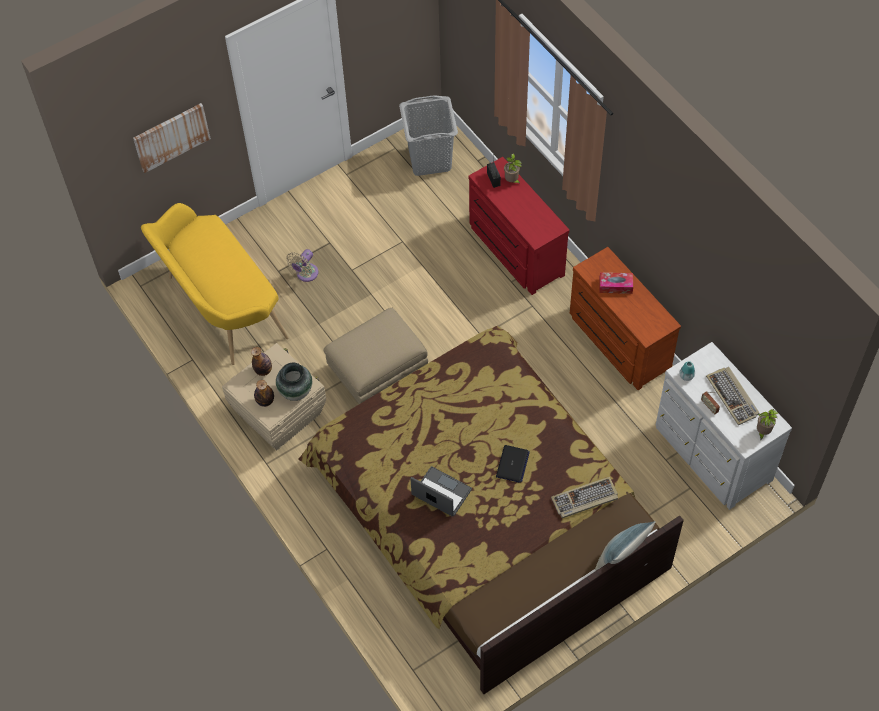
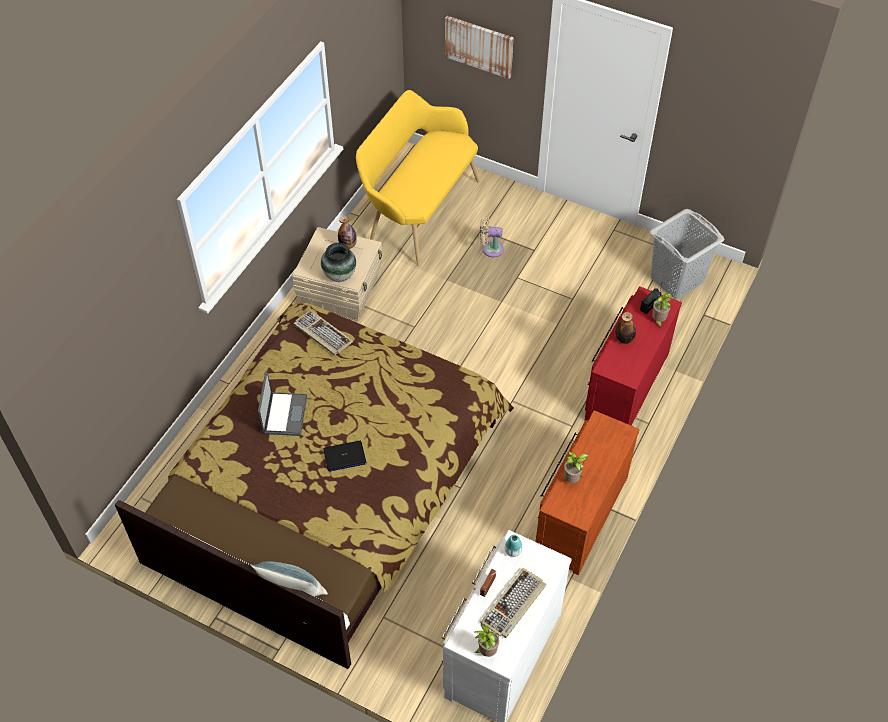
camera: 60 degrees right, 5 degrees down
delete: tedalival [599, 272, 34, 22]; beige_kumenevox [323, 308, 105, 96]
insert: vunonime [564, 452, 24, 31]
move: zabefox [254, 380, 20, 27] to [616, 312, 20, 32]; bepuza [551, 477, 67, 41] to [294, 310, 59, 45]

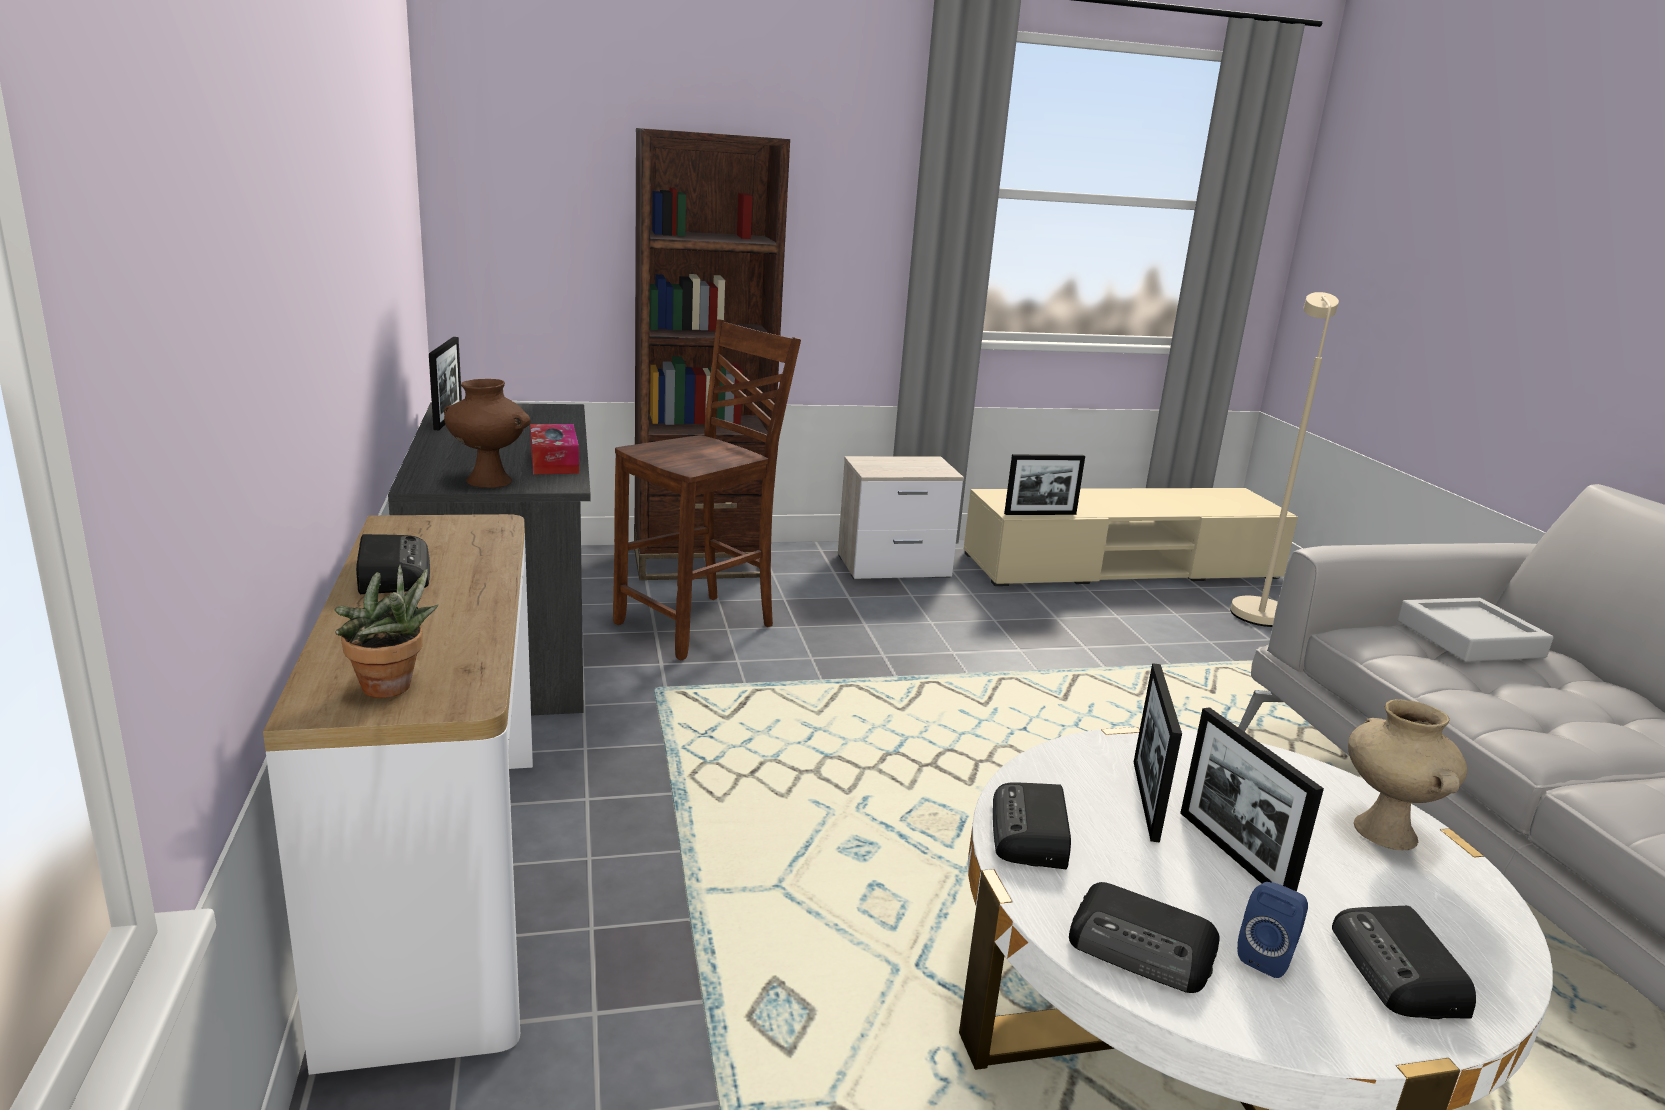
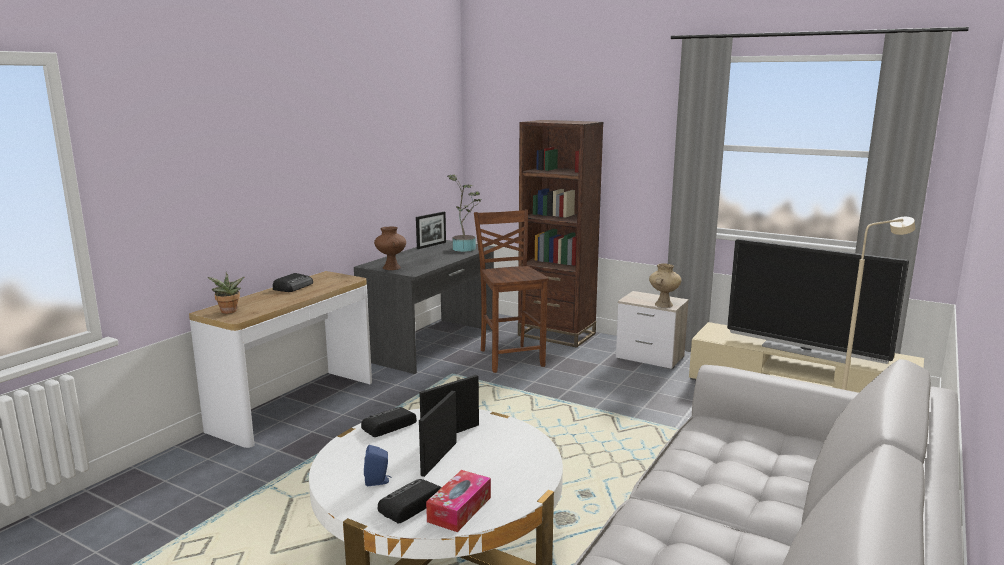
camera: 45 degrees right, 5 degrees down
delete: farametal [1004, 454, 81, 61]; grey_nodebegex [1398, 598, 155, 64]; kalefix [1069, 882, 151, 111]
insert: vunonime [447, 175, 36, 77]; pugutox [727, 239, 182, 125]
move: tedalival [530, 424, 49, 50] to [426, 470, 65, 62]; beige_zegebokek [1348, 699, 119, 151] to [649, 263, 32, 45]
rotate: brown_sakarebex [613, 319, 188, 341] = [474, 209, 75, 164] 105 degrees counterclockwise

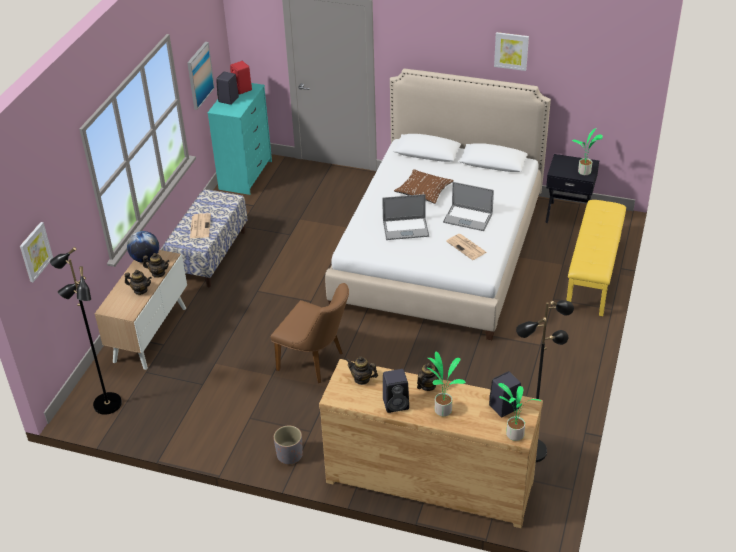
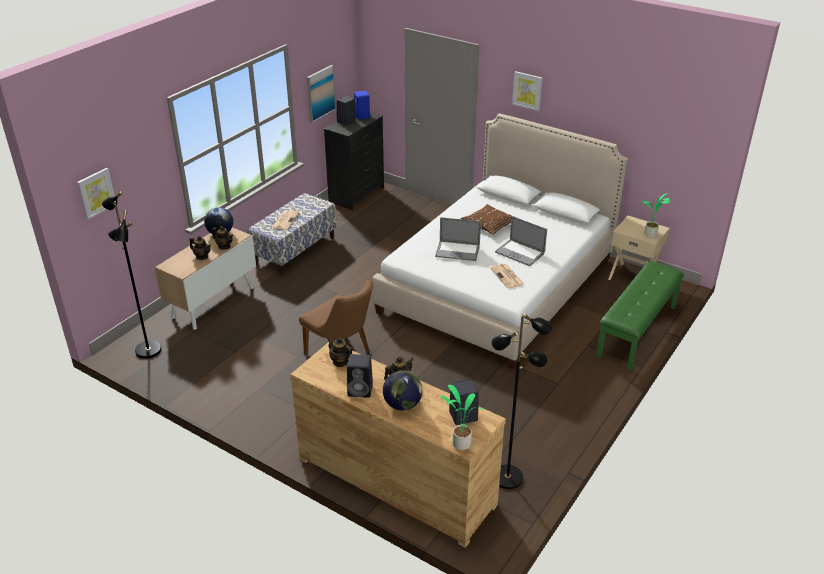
camera: 15 degrees right, 5 degrees down
delete: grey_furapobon [274, 425, 29, 40]
move: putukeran [494, 32, 35, 39] to [512, 71, 31, 40]
replace: vunonime [428, 352, 38, 64] to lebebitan [383, 370, 40, 41]
recolor: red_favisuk [230, 61, 22, 33] to blue_favisuk [354, 91, 16, 28]; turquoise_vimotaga [207, 83, 65, 112] to black_vimotaga [324, 112, 60, 98]; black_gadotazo [545, 154, 54, 69] to beige_gadotazo [608, 216, 62, 64]; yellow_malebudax [566, 200, 60, 116] to green_malebudax [596, 262, 88, 109]

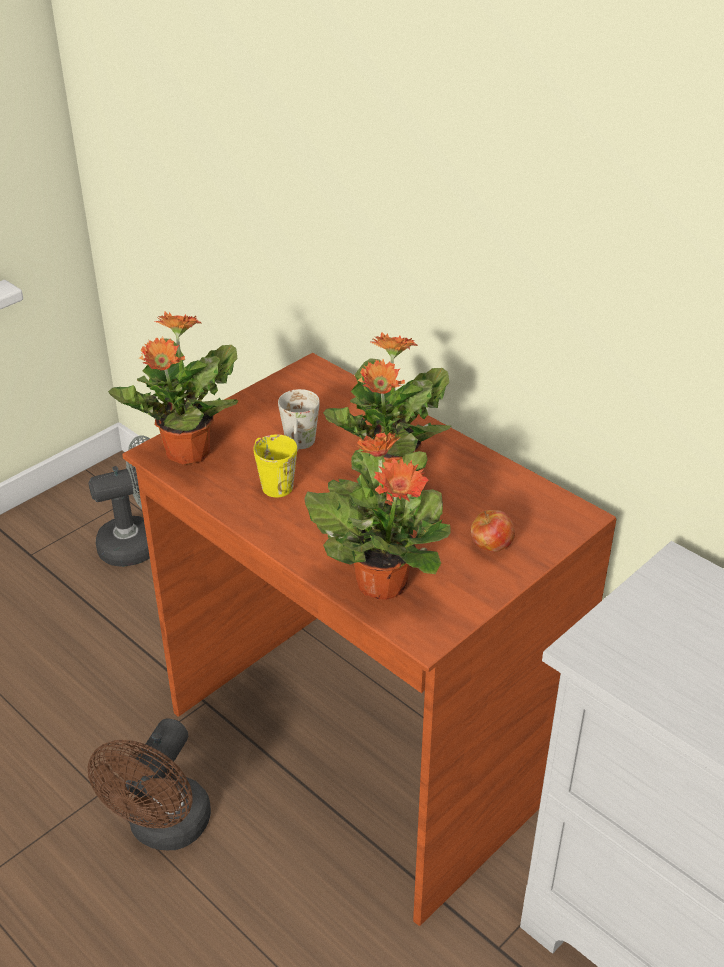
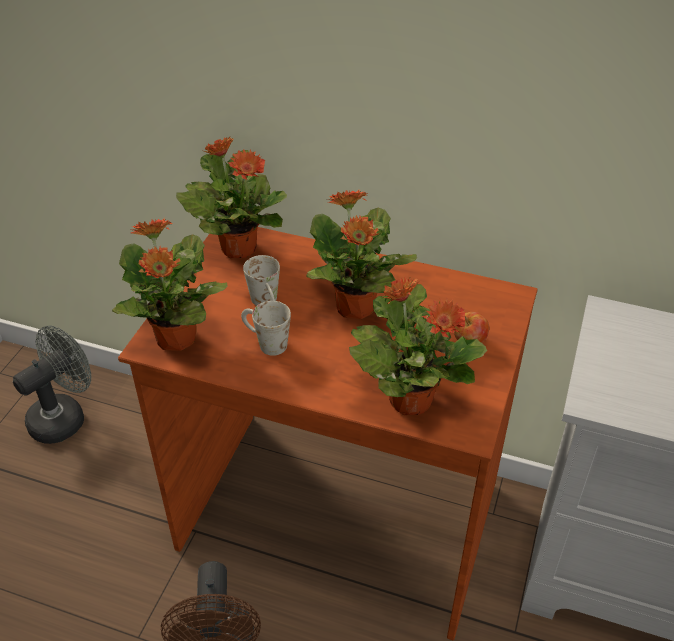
camera: 25 degrees left, 5 degrees up
insert: vunonime [176, 136, 111, 122]
recolor: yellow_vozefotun [253, 434, 44, 63] to white_vozefotun [241, 301, 50, 55]

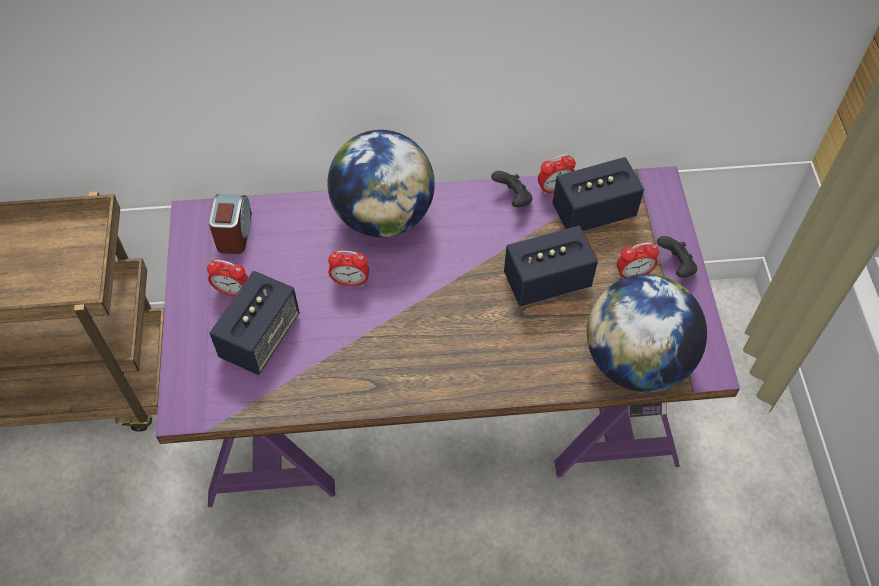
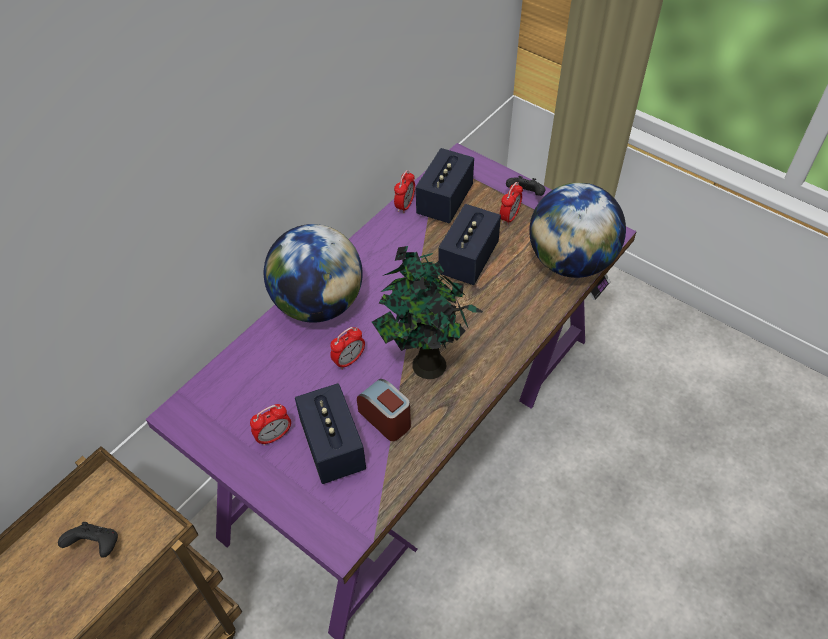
camera: 45 degrees left, 5 degrees down
insert: vunonime [372, 246, 111, 133]
move: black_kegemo [491, 171, 41, 36] to [58, 522, 60, 35]; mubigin [208, 194, 44, 60] to [357, 379, 54, 62]

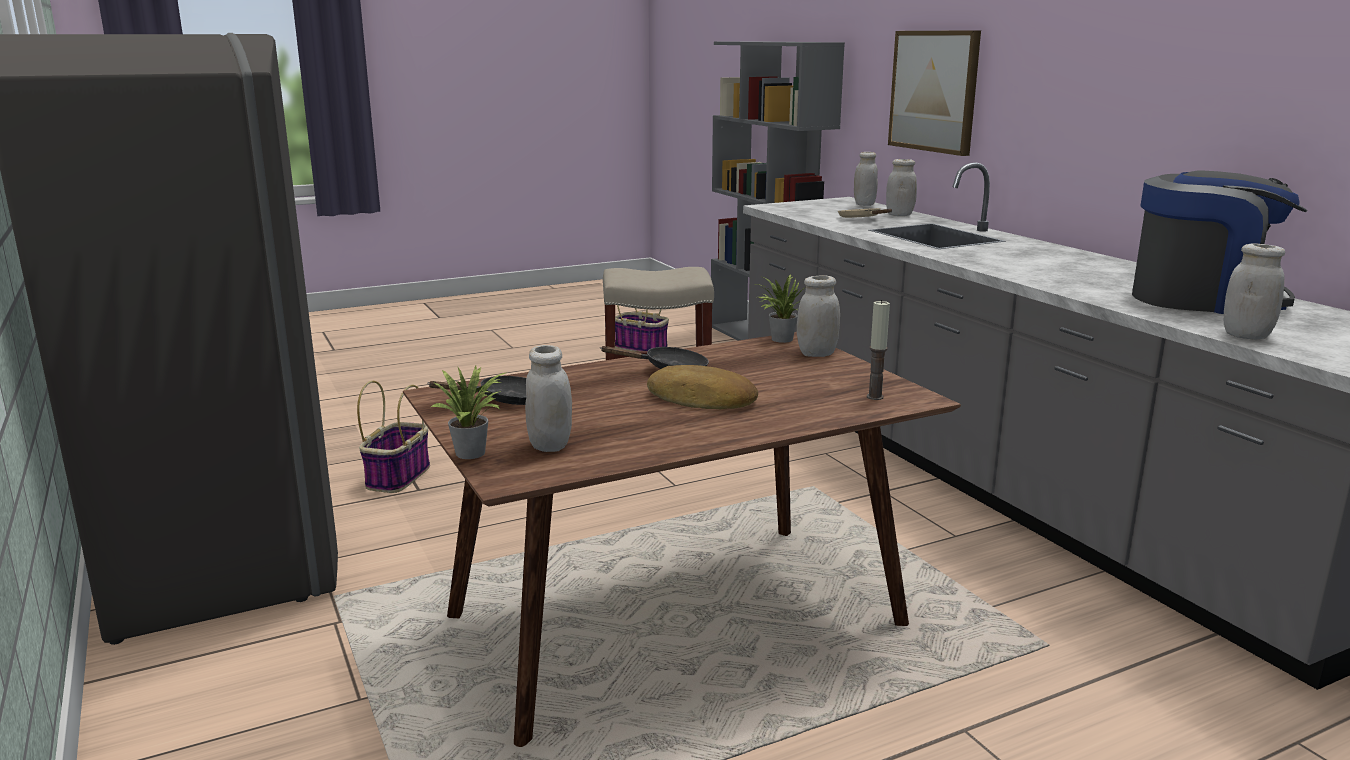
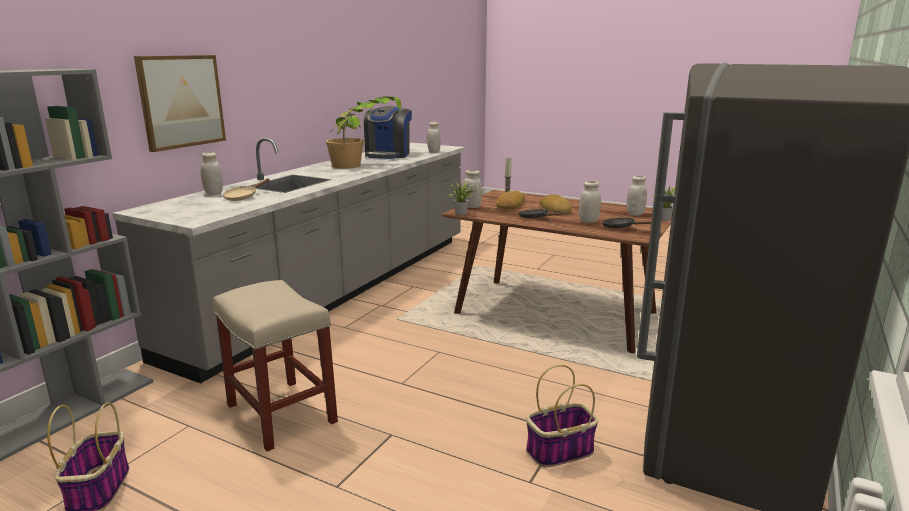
camera: 125 degrees left, 0 degrees up
insert: vunonime [326, 96, 75, 73]; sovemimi [496, 191, 29, 18]
move: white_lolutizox [854, 152, 24, 54] to [579, 181, 22, 42]
rotate: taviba [1132, 170, 176, 144] = [364, 106, 48, 53] 150 degrees counterclockwise

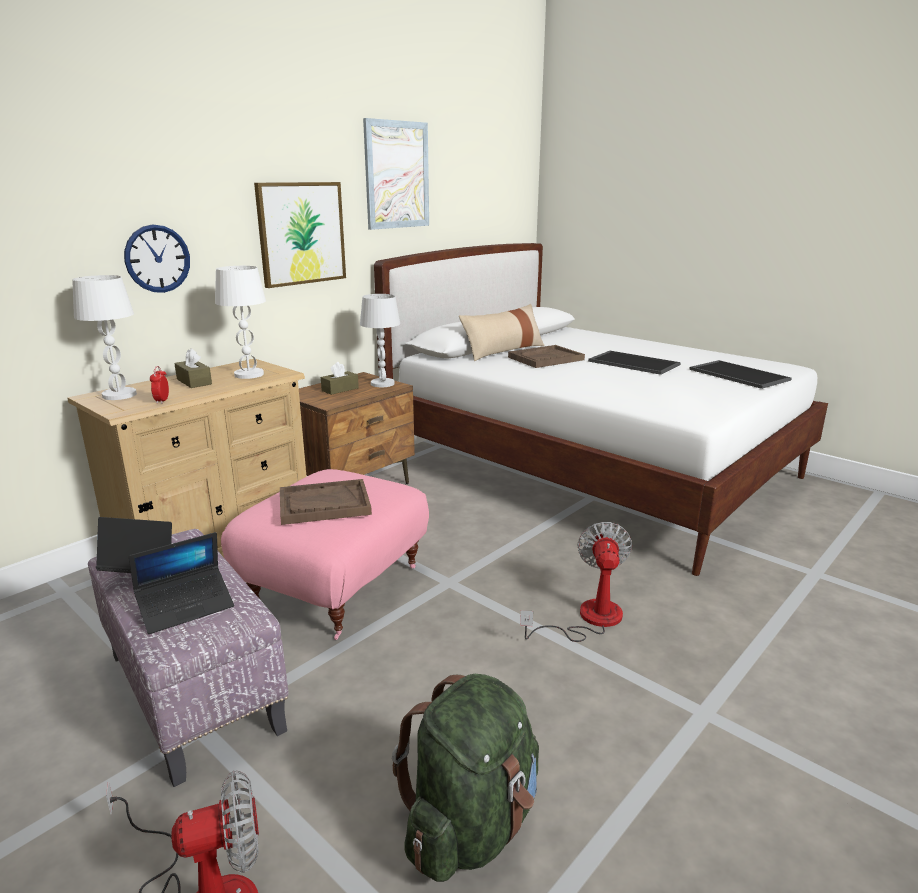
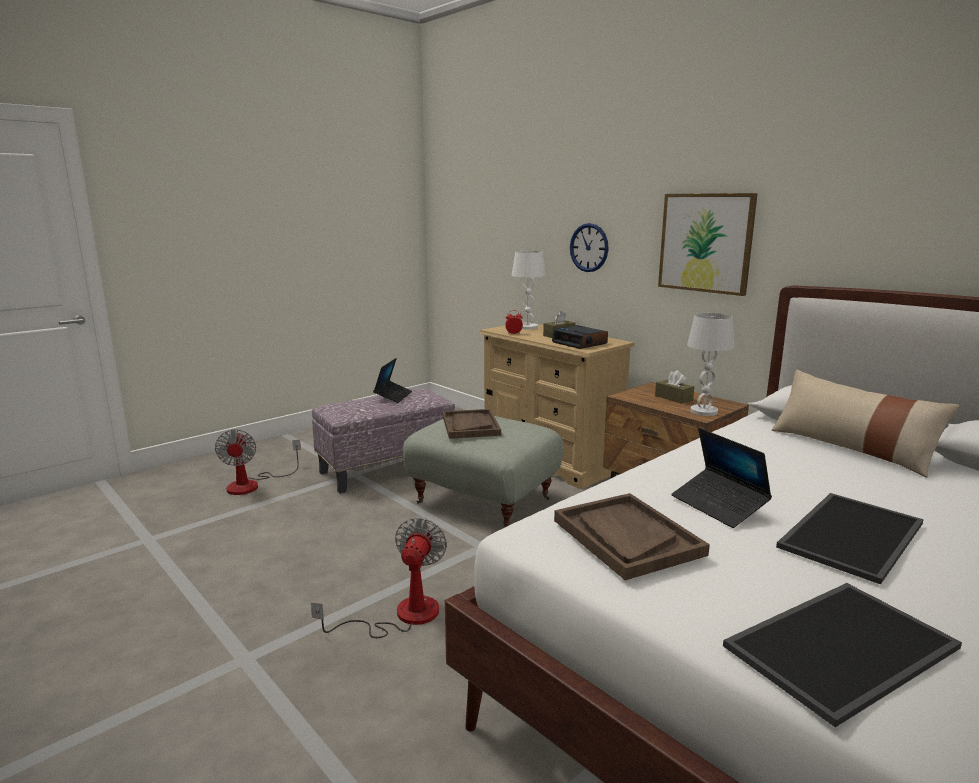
camera: 95 degrees right, 5 degrees down
delete: putukeran [363, 118, 66, 112]; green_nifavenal [392, 674, 147, 208]
move: brown_nodebegex [508, 345, 77, 23] to [554, 493, 156, 87]; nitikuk [129, 532, 105, 102] to [671, 428, 101, 100]
replace: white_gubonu [215, 266, 51, 113] to mubigin [552, 325, 56, 24]
recolor: pink_kumenevox [221, 469, 208, 171] to grey_kumenevox [402, 416, 162, 111]
rotate: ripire [520, 522, 112, 120] = [311, 517, 136, 121] 90 degrees counterclockwise

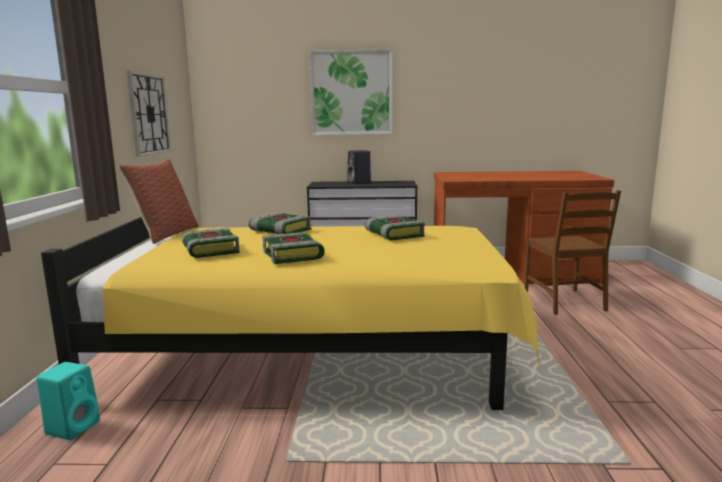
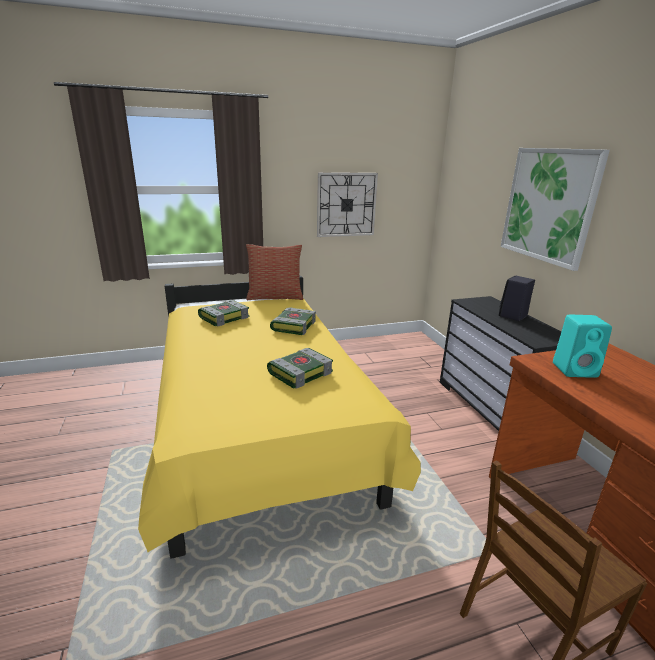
camera: 70 degrees right, 10 degrees up
delete: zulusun [262, 232, 63, 32]
move: turquoise_favisuk [37, 362, 63, 78] to [553, 315, 59, 63]

